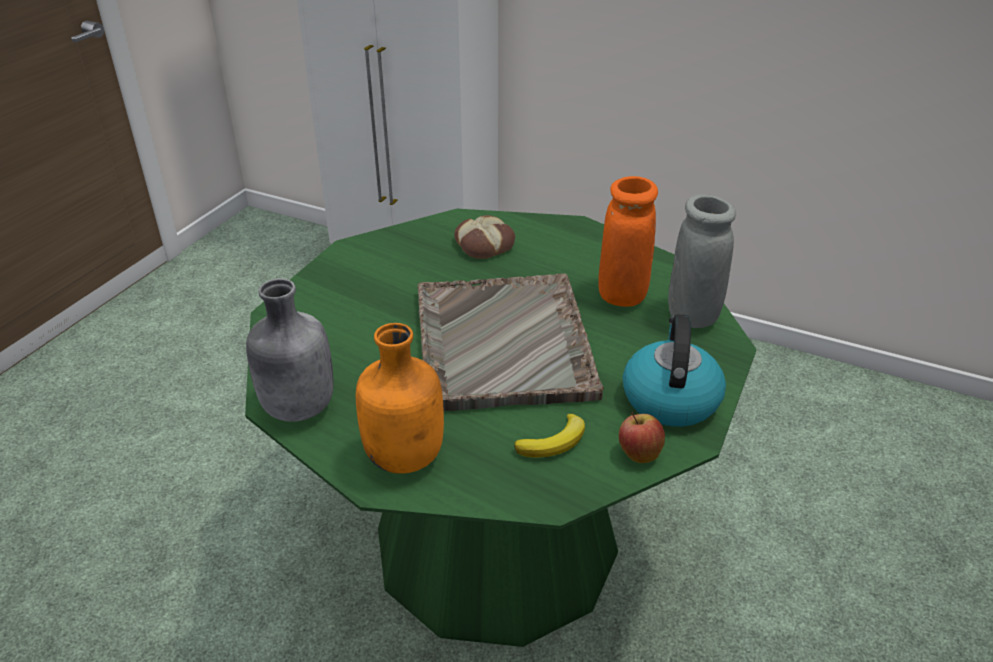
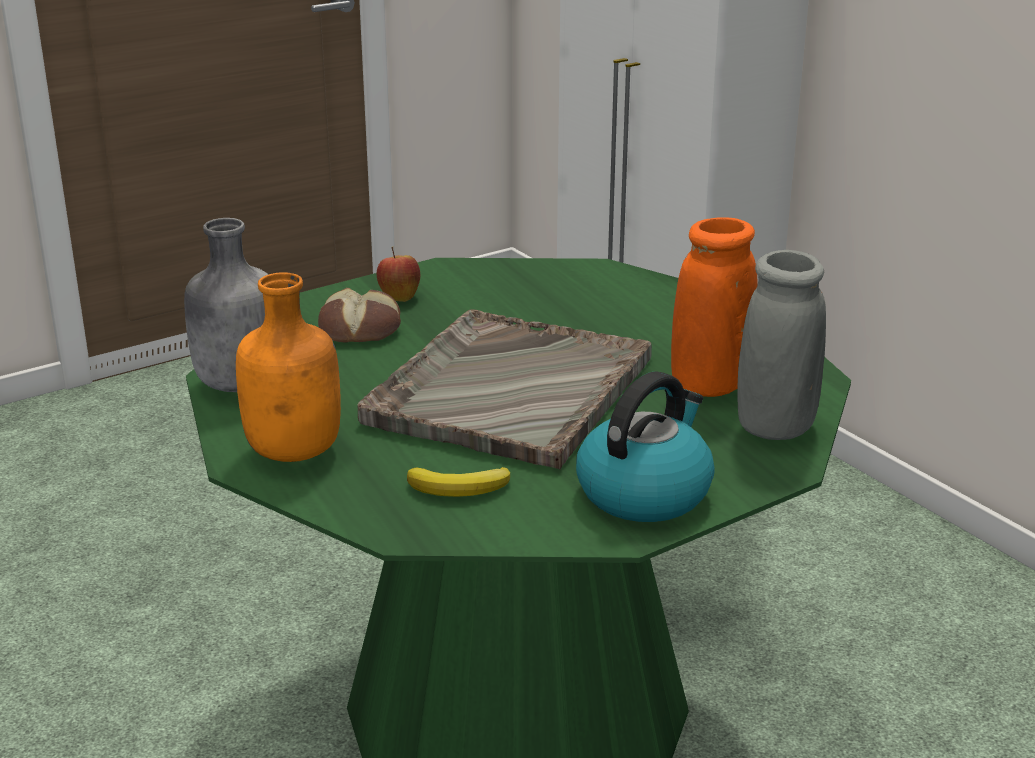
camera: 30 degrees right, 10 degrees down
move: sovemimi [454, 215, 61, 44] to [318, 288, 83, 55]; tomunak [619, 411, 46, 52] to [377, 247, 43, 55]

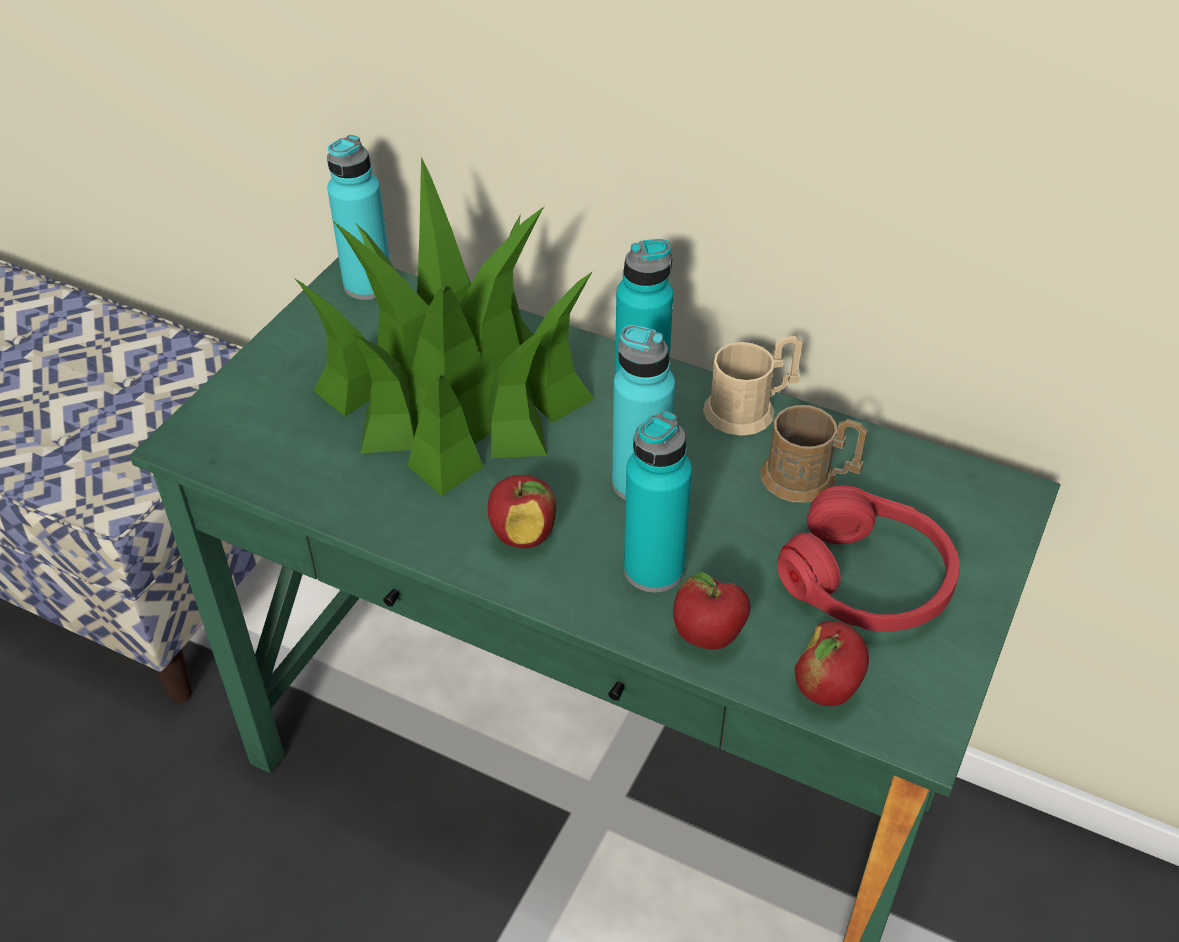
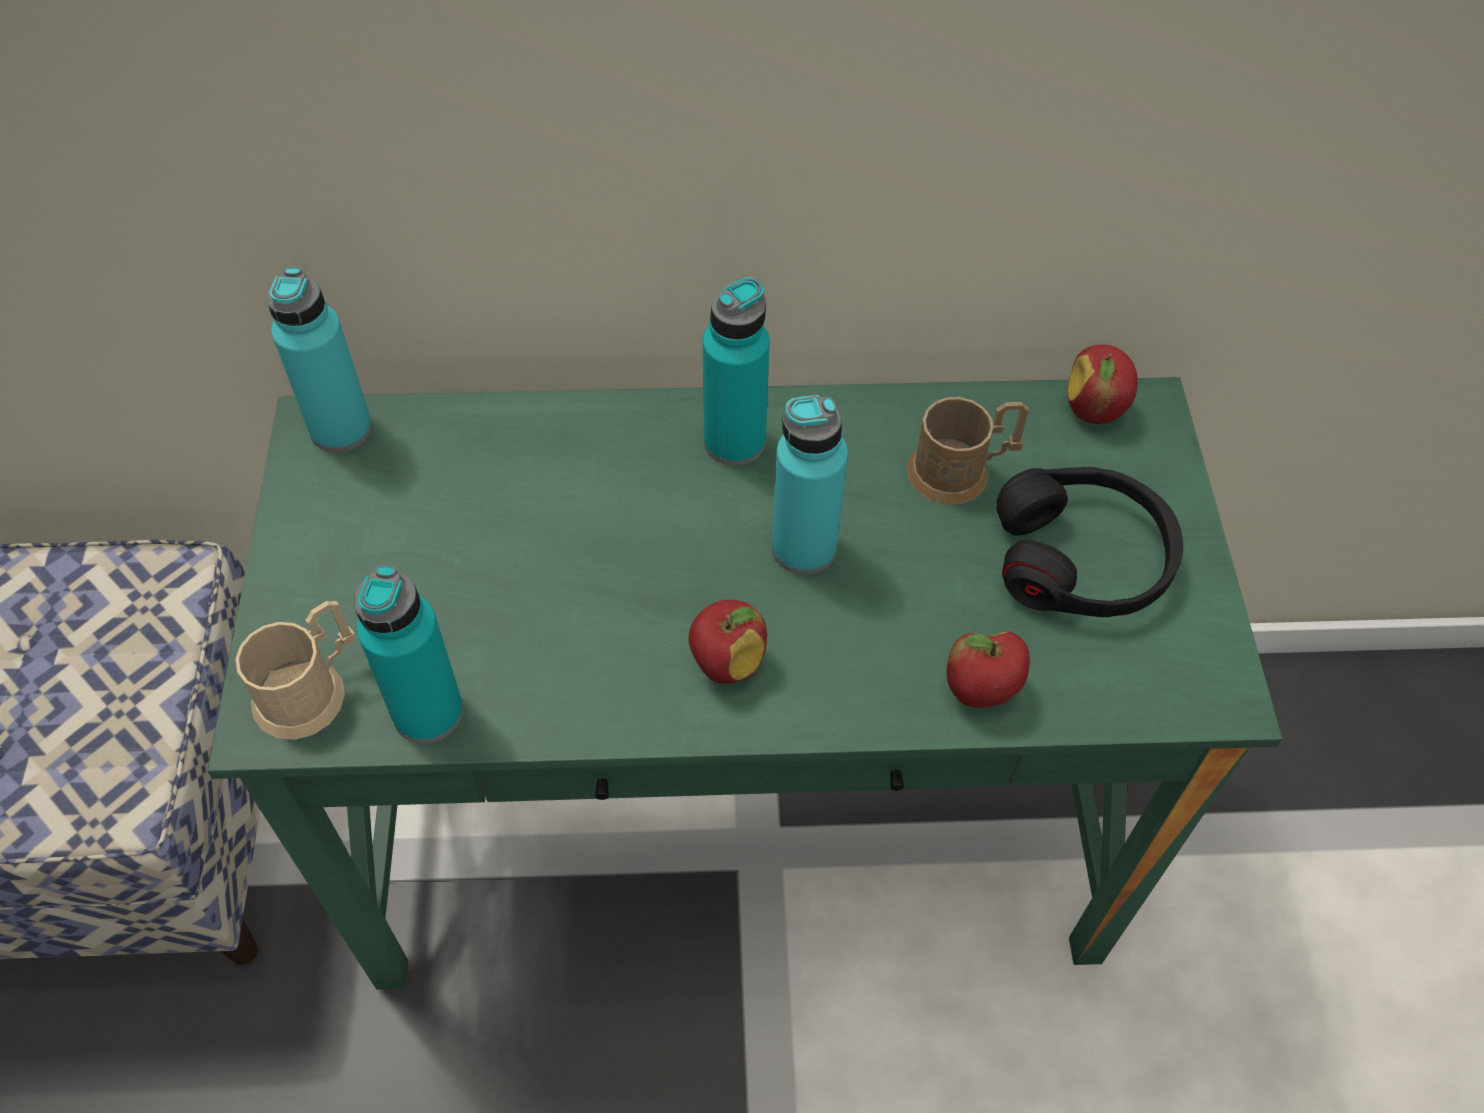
camera: 30 degrees left, 10 degrees up
delete: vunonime [294, 157, 300, 339]
move: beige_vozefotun [703, 336, 99, 100] to [236, 601, 121, 139]; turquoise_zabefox [624, 411, 68, 181] to [355, 565, 108, 178]; tomunak [795, 621, 74, 85] to [1067, 345, 71, 79]
recolor: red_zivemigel [777, 485, 183, 146] to black_zivemigel [996, 467, 187, 150]

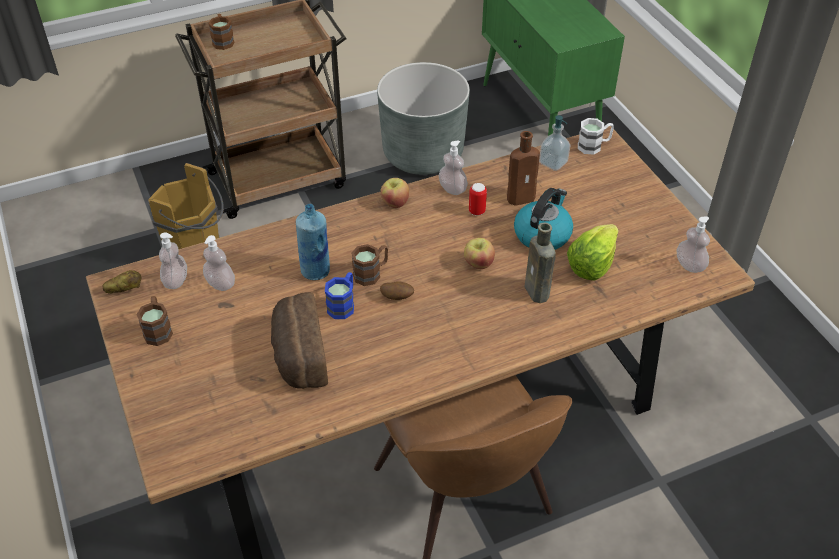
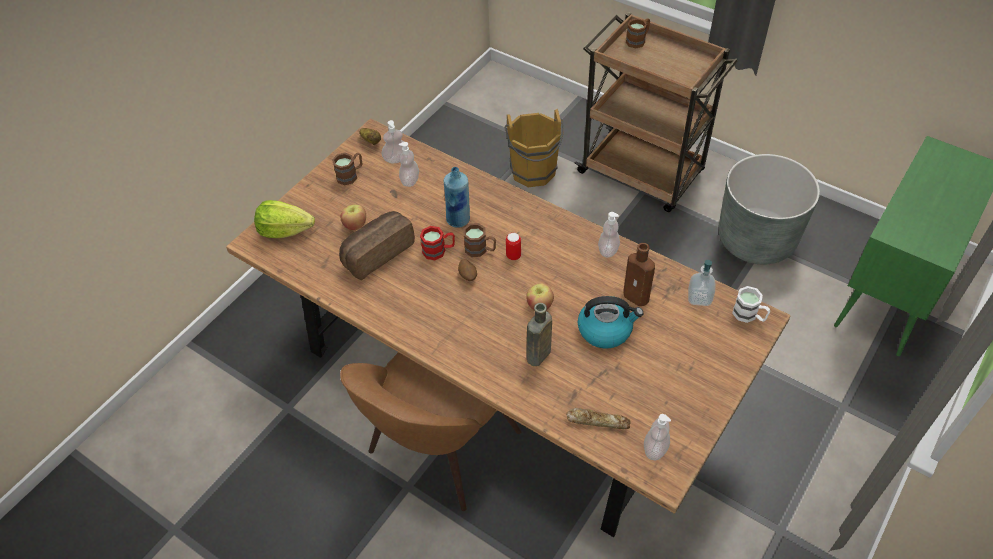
camera: 60 degrees right, 5 degrees up
insert: sovemimi [566, 408, 65, 21]
move: tomunak [380, 178, 29, 30] to [341, 205, 25, 25]; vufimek [469, 183, 18, 32] to [506, 233, 15, 27]; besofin [567, 224, 52, 57] to [254, 200, 61, 38]
recolor: blue_vozefotun [325, 272, 29, 47] to red_vozefotun [420, 226, 35, 34]

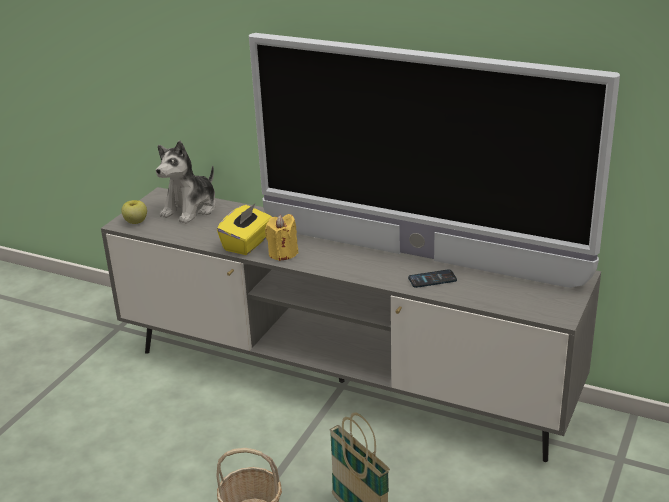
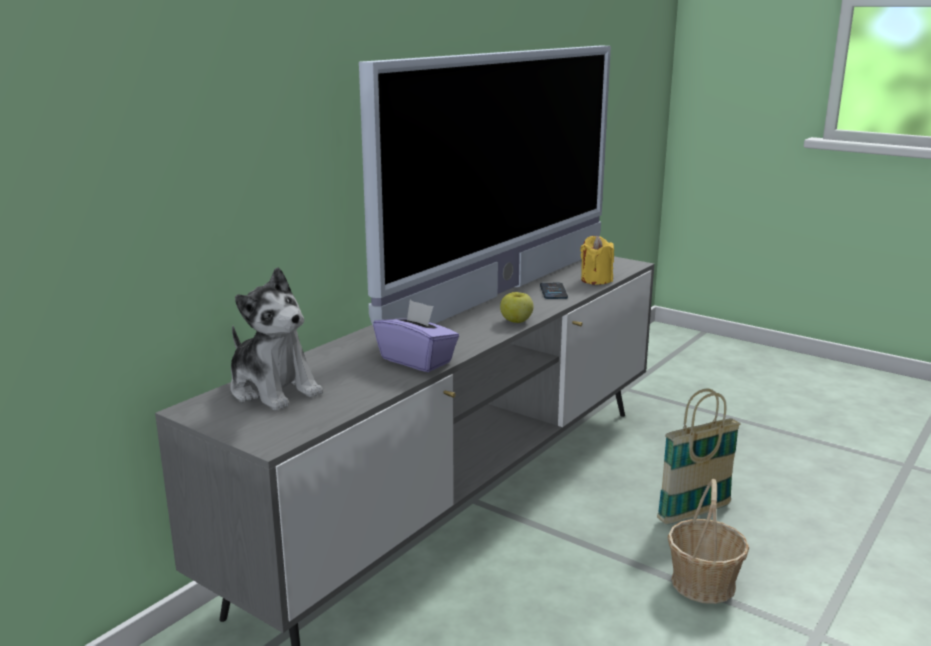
camera: 80 degrees left, 10 degrees down
move: tomunak [121, 200, 26, 24] to [500, 292, 33, 31]; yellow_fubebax [265, 214, 34, 47] to [580, 236, 34, 49]
recolor: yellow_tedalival [217, 204, 55, 51] to purple_tedalival [373, 300, 86, 72]

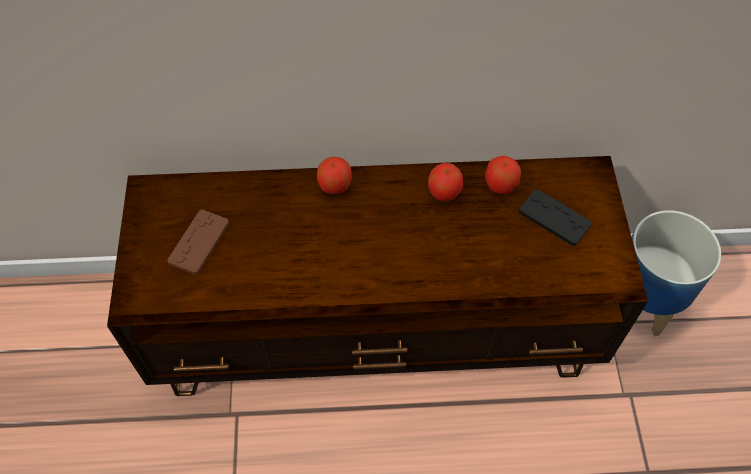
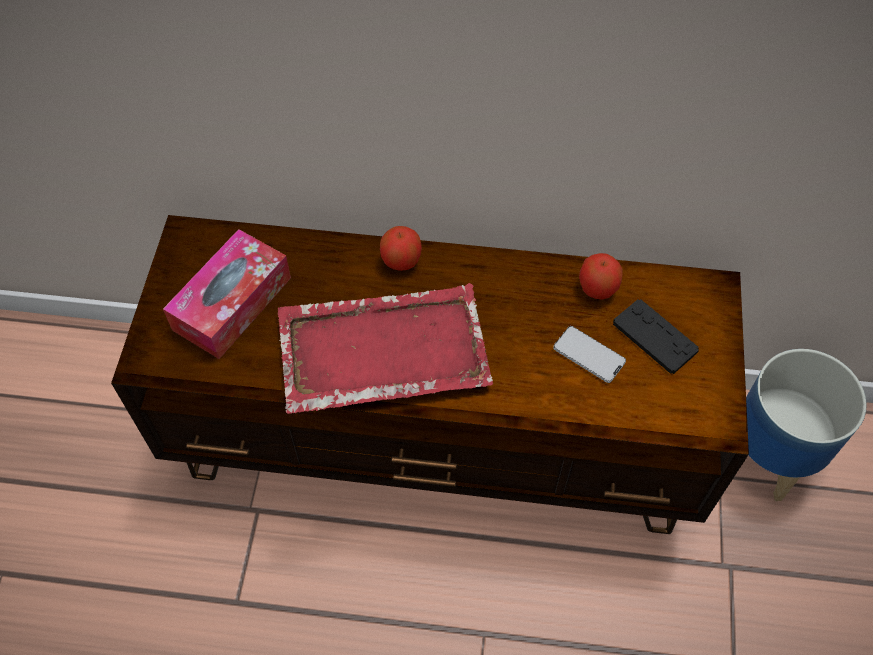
camera: 10 degrees right, 0 degrees up
delete: tomunak [428, 163, 35, 38]
insert: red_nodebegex [278, 283, 215, 131]; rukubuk [553, 326, 73, 57]
replace: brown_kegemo [167, 209, 63, 66] to tedalival [163, 229, 128, 130]

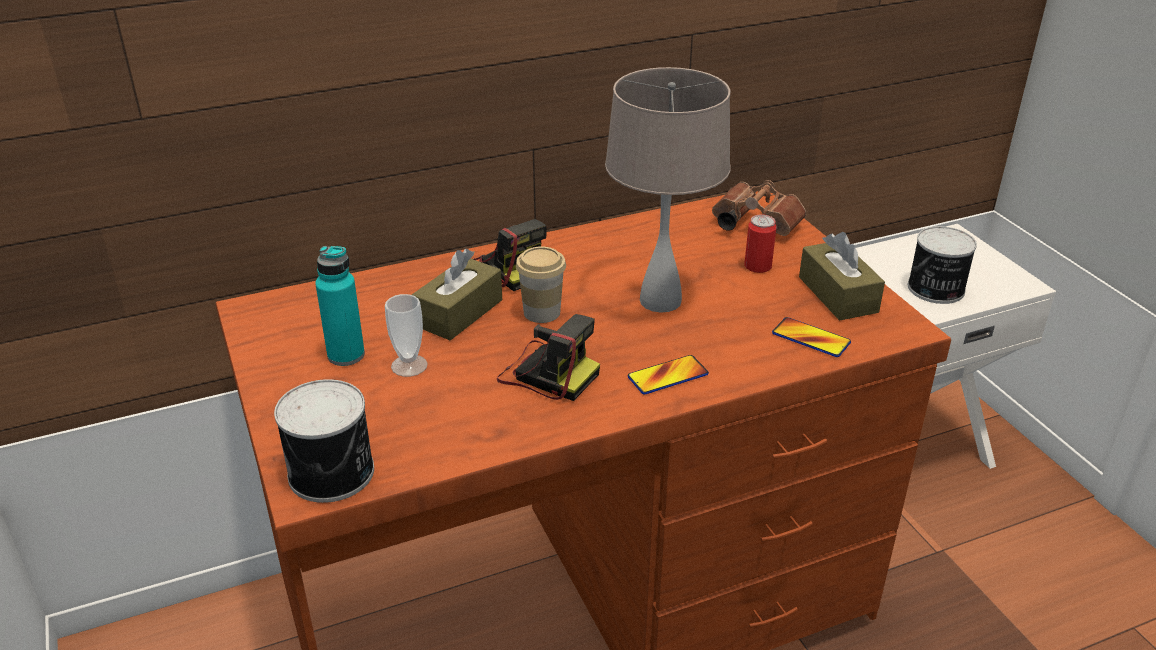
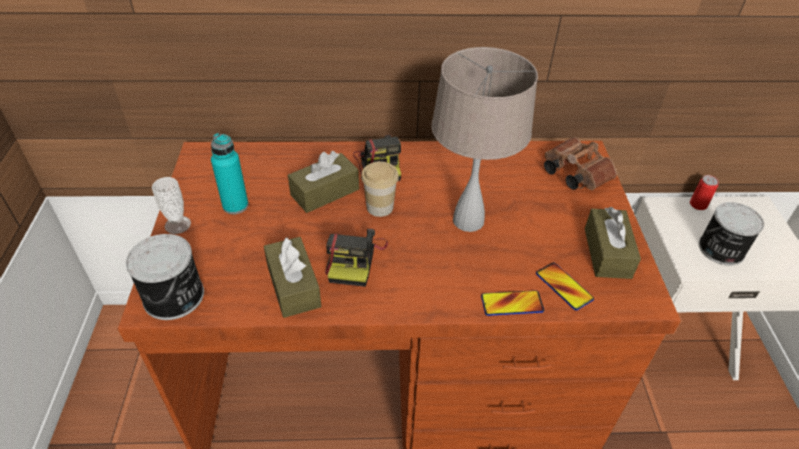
camera: 20 degrees right, 10 degrees up
insert: brown_tedalival [264, 237, 58, 81]
move: vufimek [744, 214, 33, 59] to [690, 175, 29, 35]; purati [385, 294, 43, 83] to [152, 177, 39, 57]; rukubuk [628, 355, 81, 39] to [481, 290, 63, 26]
rotate: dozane [497, 314, 103, 87] = [325, 229, 63, 58] 45 degrees clockwise

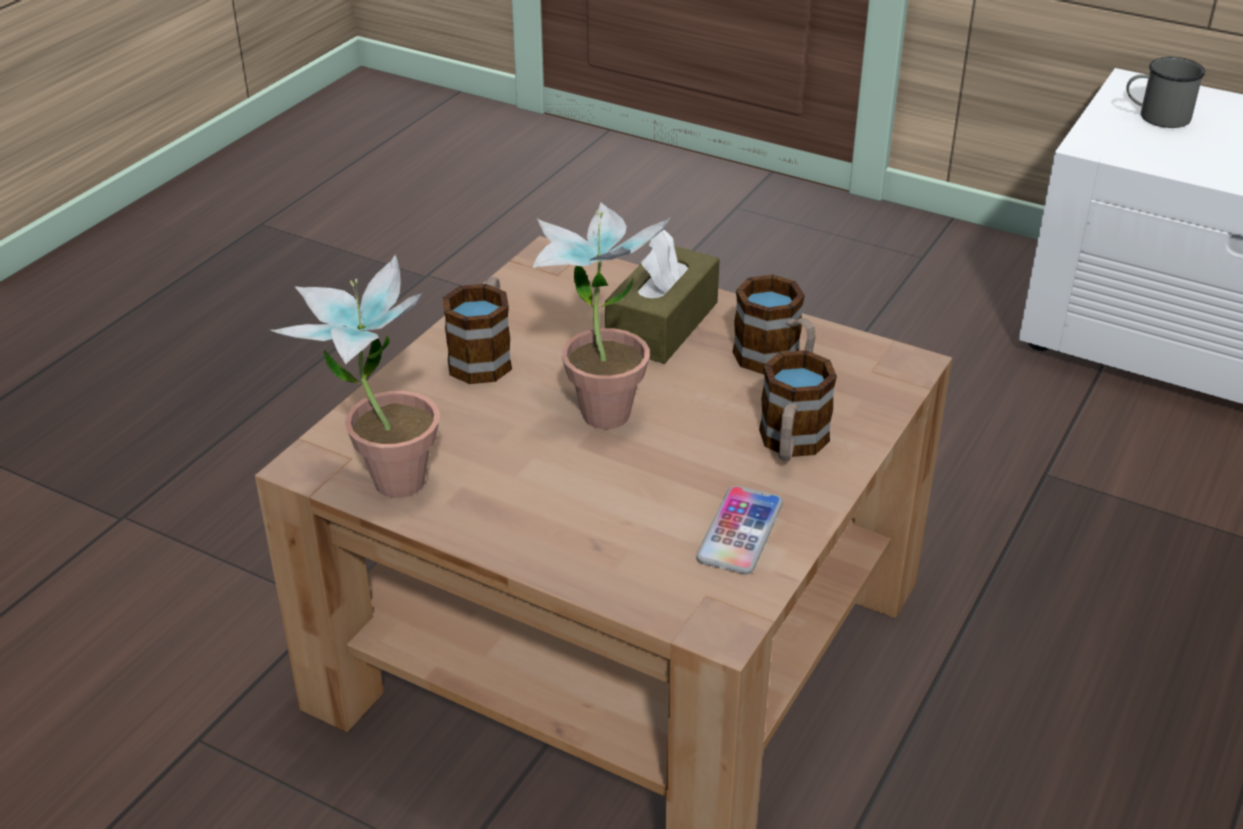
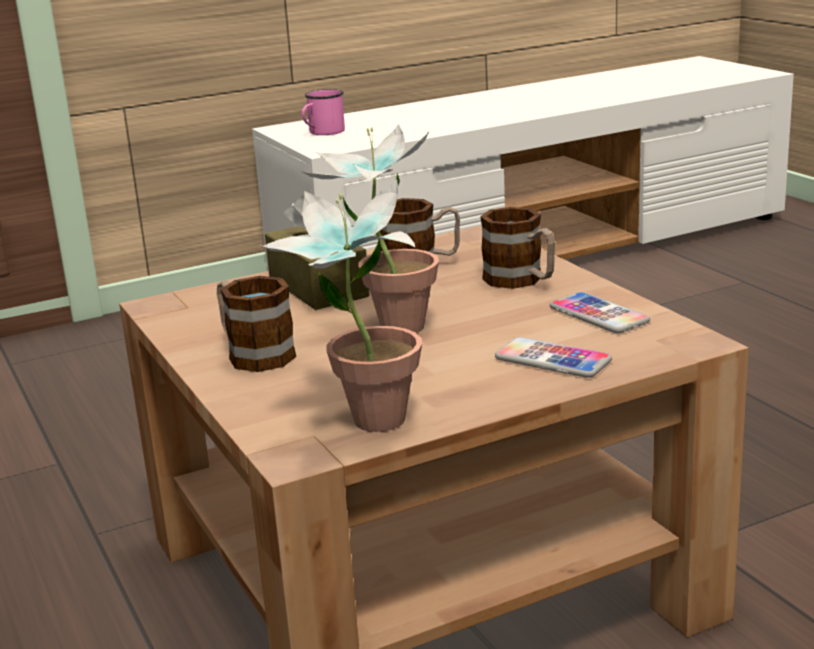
camera: 55 degrees left, 15 degrees down
insert: rukubuk [495, 337, 117, 41]
recolor: grey_vozefotun [1127, 57, 79, 71] to pink_vozefotun [302, 89, 43, 46]

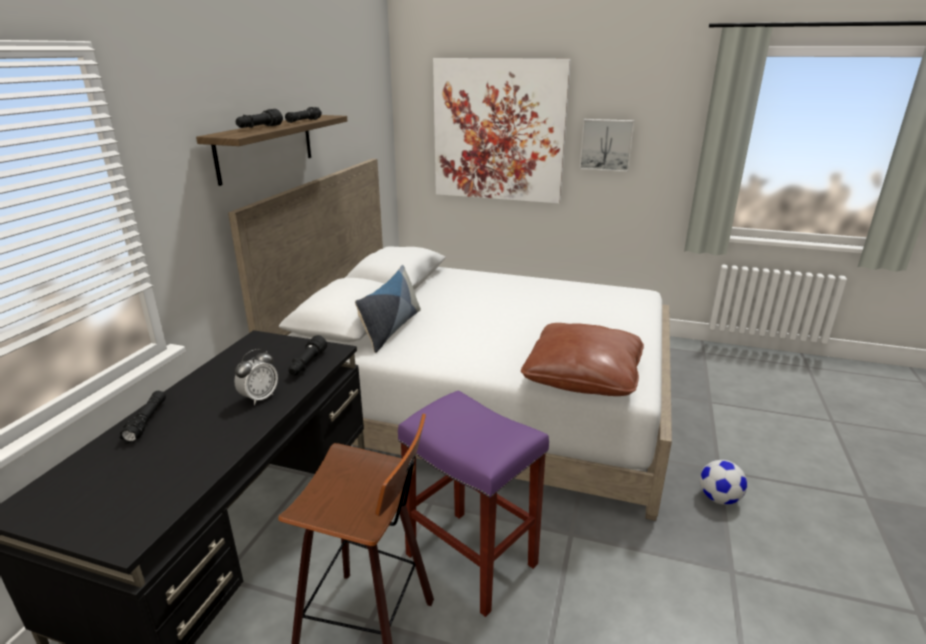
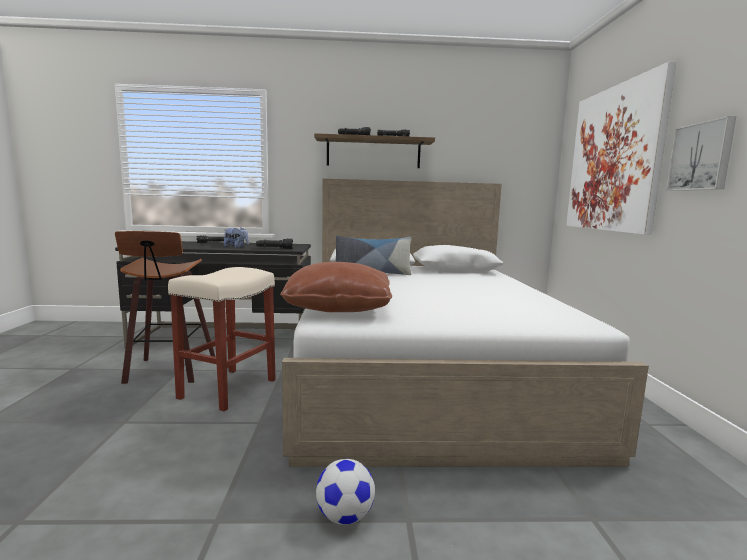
camera: 70 degrees right, 15 degrees down
replace: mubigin [234, 349, 44, 56] to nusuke [224, 227, 25, 21]
recolor: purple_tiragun [398, 390, 151, 227] to beige_tiragun [168, 267, 108, 145]

